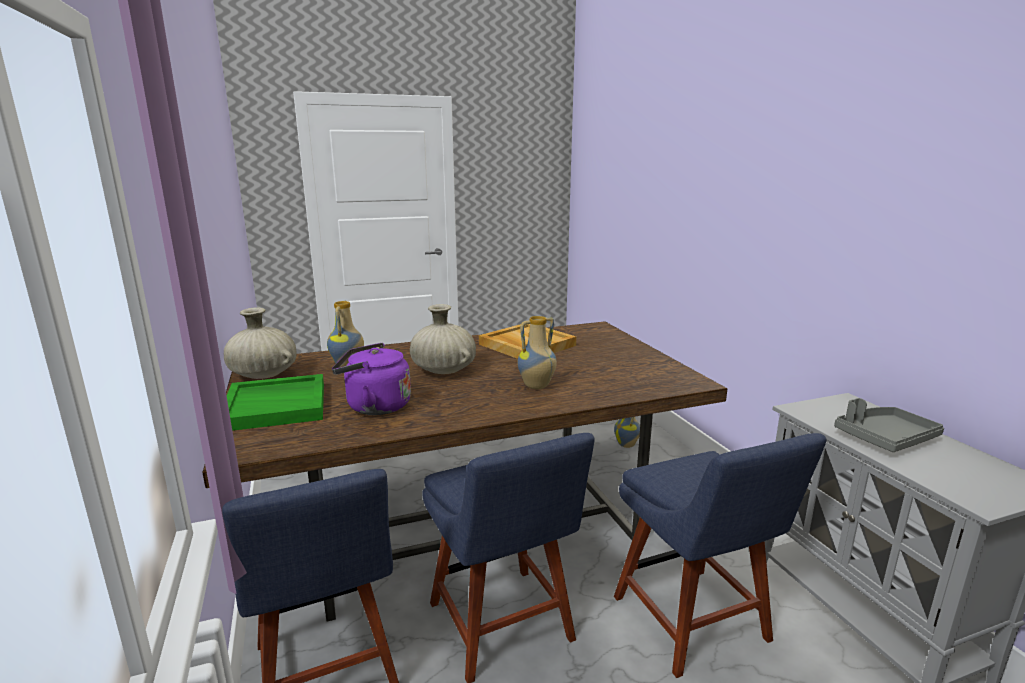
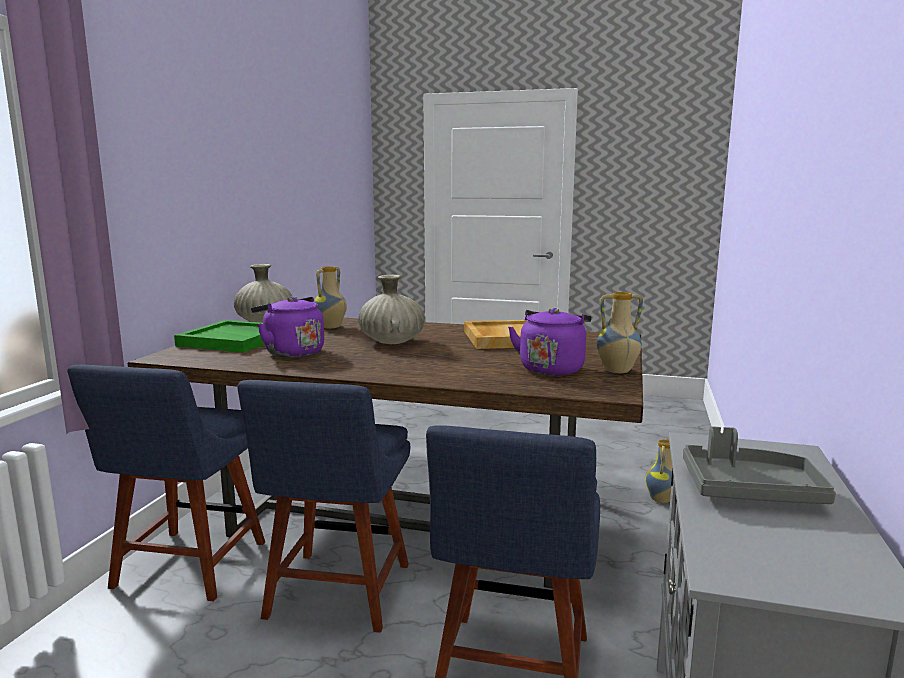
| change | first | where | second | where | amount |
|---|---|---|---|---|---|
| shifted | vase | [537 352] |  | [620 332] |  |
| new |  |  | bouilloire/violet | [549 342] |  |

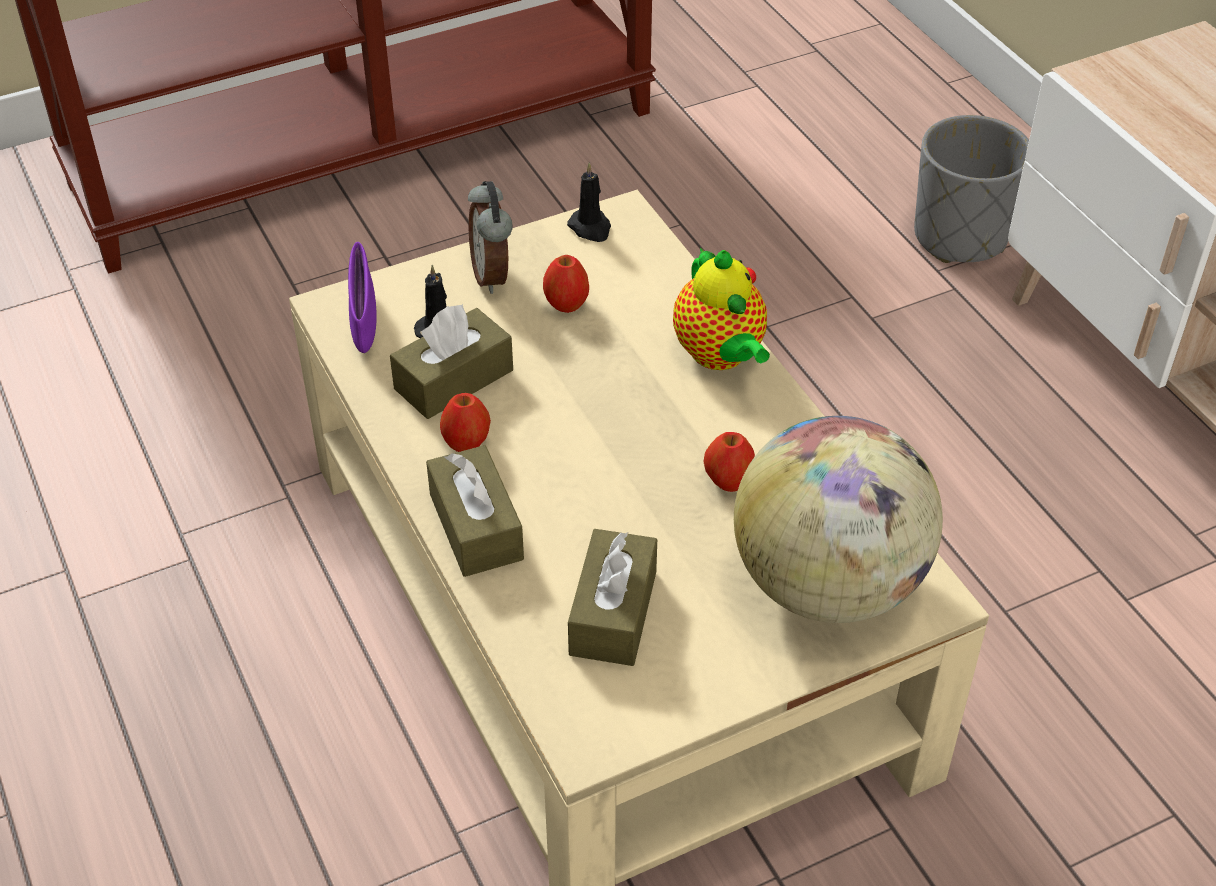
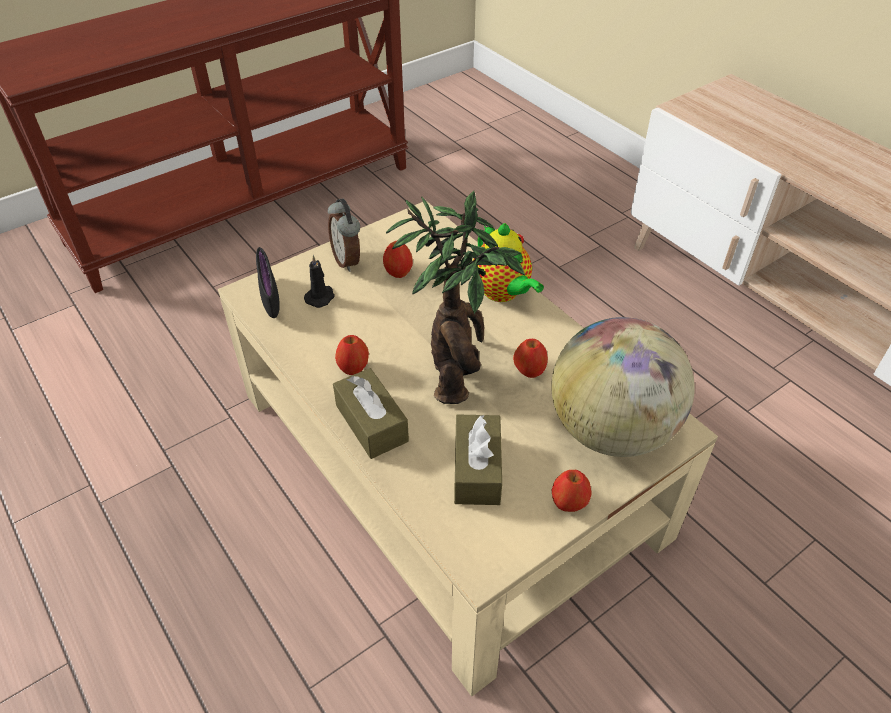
| change | first | where | second | where | amount |
|---|---|---|---|---|---|
| repainted | bol/violet | [362 297] | bol/noir | [268 282] |  |
| gone | boîte à mouchoirs/marron | [451 361] |  |  |  |
| gone | bougie/noir | [589 202] |  |  |  |
| gone | cache-pot/gris | [971 189] |  |  |  |
| new |  |  | plante en pot | [455 297] |  |
| new |  |  | pomme | [572 491] |  |

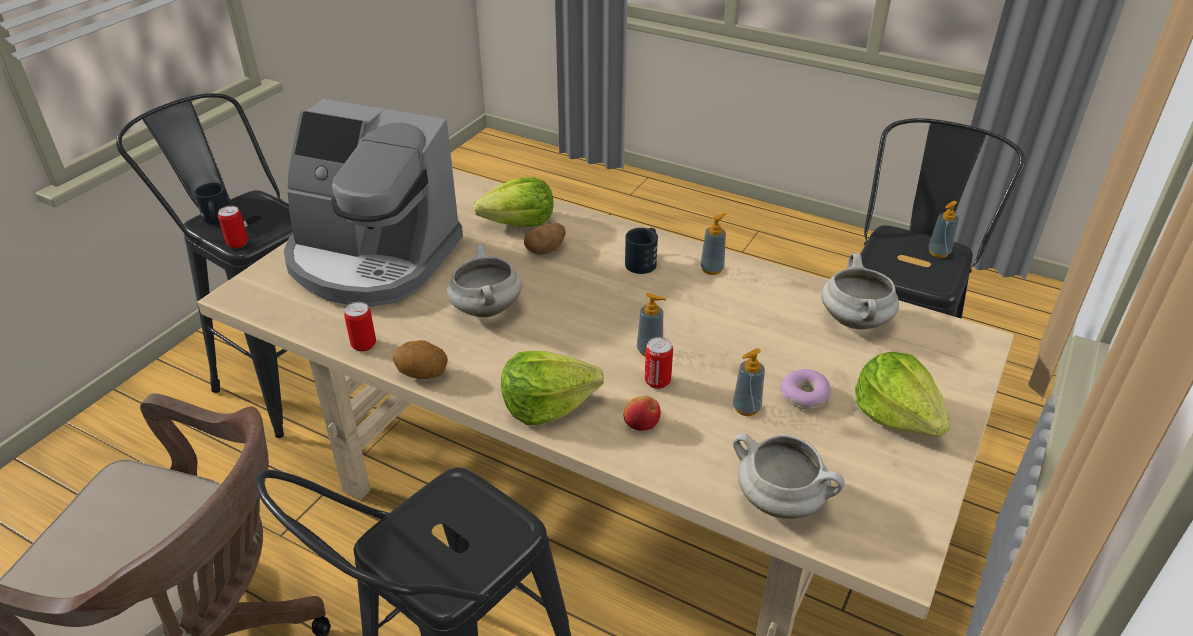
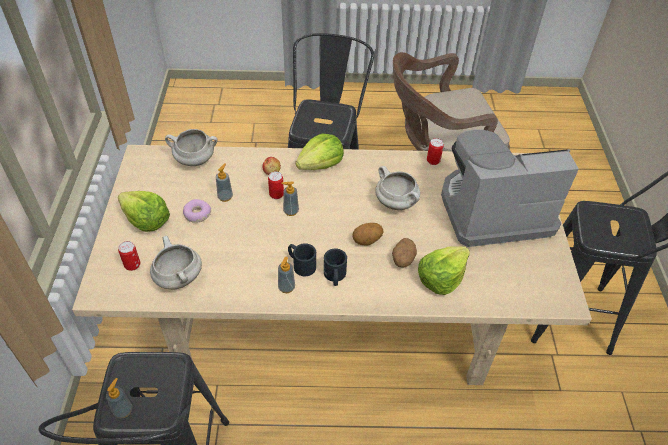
| change | first | where | second | where | amount |
|---|---|---|---|---|---|
| shifted | mug/noir | [211 203] |  | [302 259] |  |
| shifted | boîte métallique | [233 227] |  | [129 256] |  |
| shifted | pomme de terre | [420 359] |  | [368 234] |  |

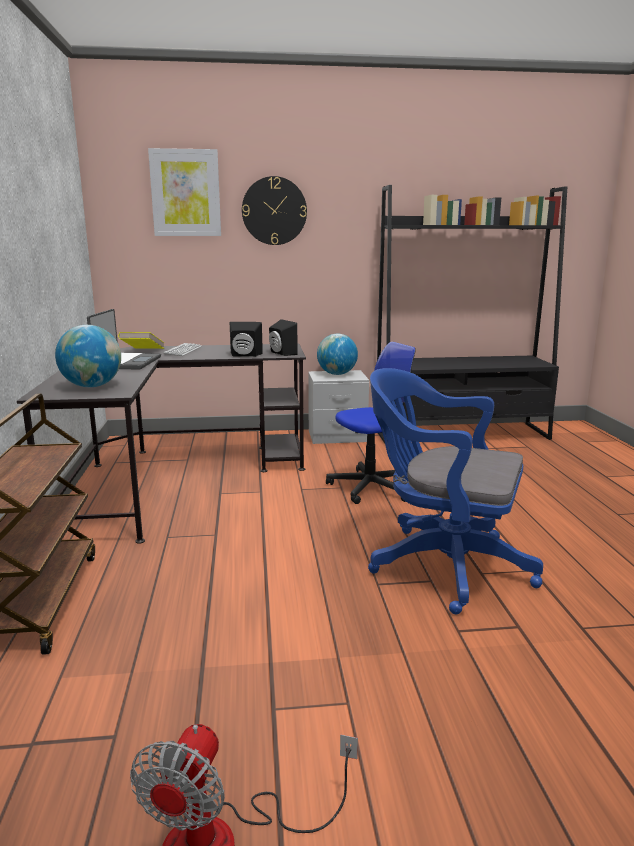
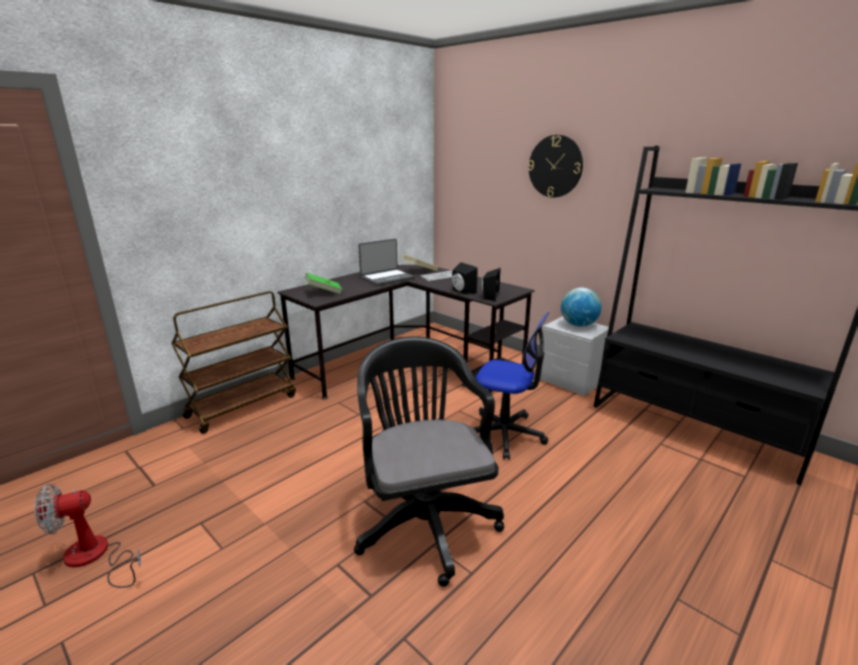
| change | first | where | second | where | amount |
|---|---|---|---|---|---|
| swapped | globe | [88 356] | livre/vert | [324 283] |  |
| gone | tableau | [184 192] |  |  |  |
| repainted | chaise de bureau/bleu | [455 491] | chaise de bureau/noir | [429 462] |  |

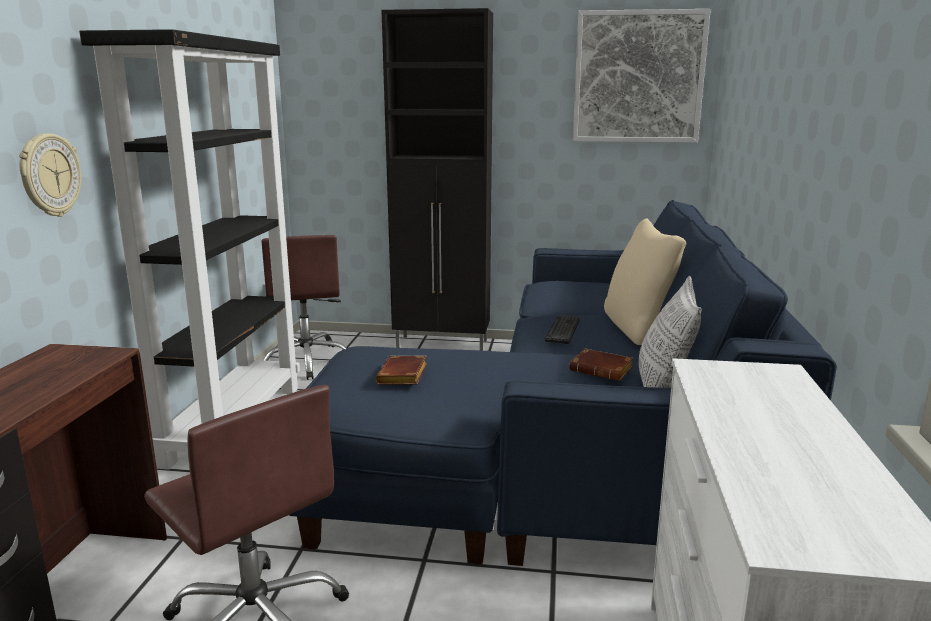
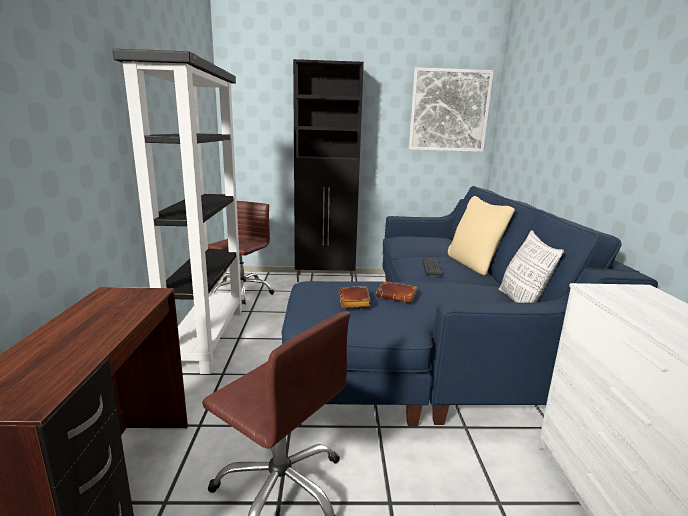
| change | first | where | second | where | amount |
|---|---|---|---|---|---|
| gone | horloge murale | [50 175] |  |  |  |
| rotated | chaise de bureau/marron | [304 307] |  | [241 253] | 135 degrees counterclockwise |
| shifted | livre/marron | [601 365] |  | [396 292] |  |

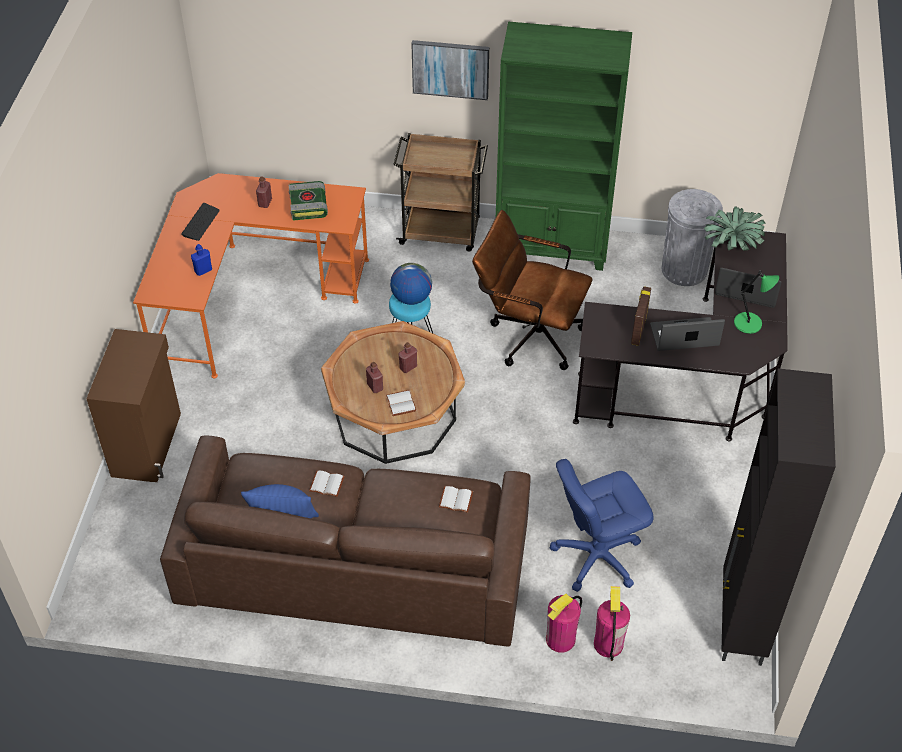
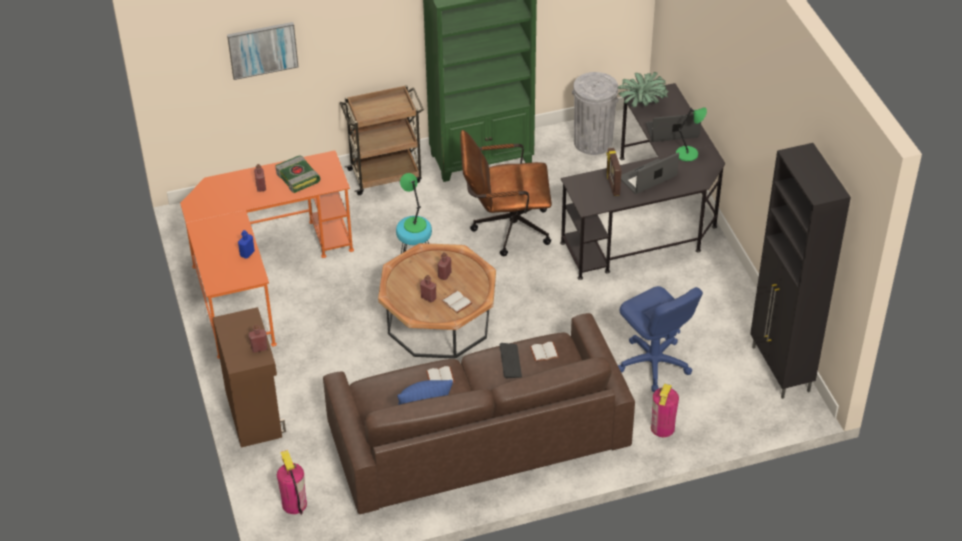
| change | first | where | second | where | amount |
|---|---|---|---|---|---|
| shifted | clavier | [200 222] |  | [511 360] |  |
| swapped | globe | [411 284] | lampe de table/vert | [413 203] |  |
| shifted | tableau | [450 70] |  | [262 51] |  |
| rotated | chaise de bureau/bleu | [602 525] |  | [660 339] | 75 degrees counterclockwise |
| shifted | extincteur | [612 623] |  | [292 482] |  |
| new |  |  | bouteille/rouge | [258 338] |  |

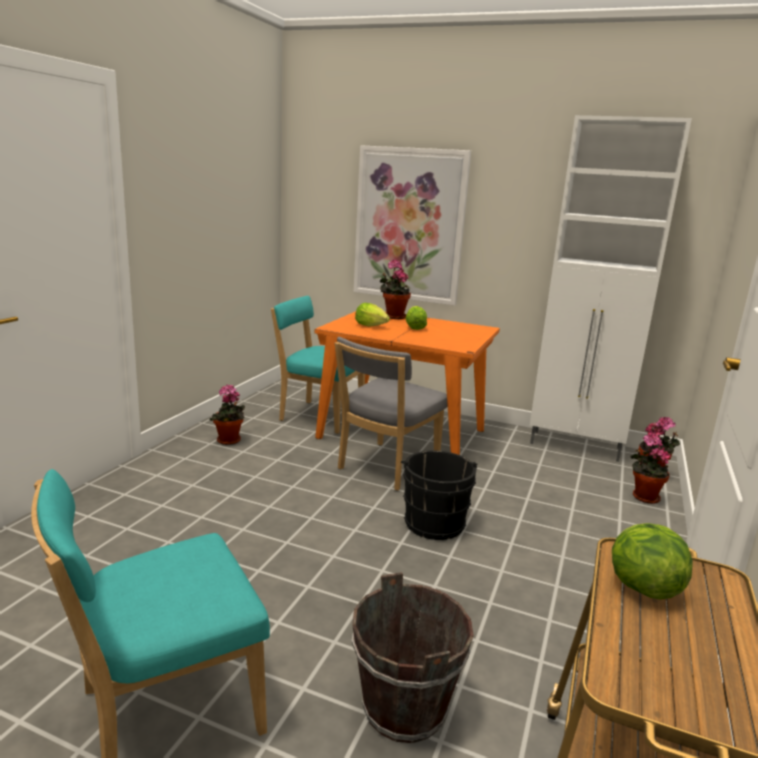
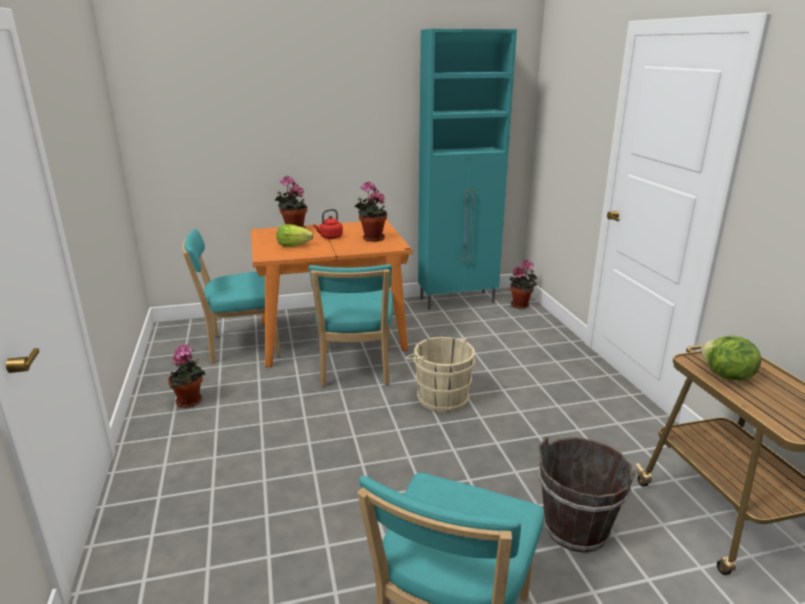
| change | first | where | second | where | amount |
|---|---|---|---|---|---|
| repainted | chaise/gris | [391 414] | chaise/turquoise | [351 325] |  |
| gone | tableau | [412 225] |  |  |  |
| repainted | seau/noir | [439 495] | seau/beige | [441 374] |  |
| swapped | laitue | [416 318] | bouilloire/rouge | [328 224] |  |
| repainted | meuble de rangement/blanc | [611 288] | meuble de rangement/turquoise | [467 169] |  |
| shifted | plante en pot | [650 469] |  | [371 211] |  |

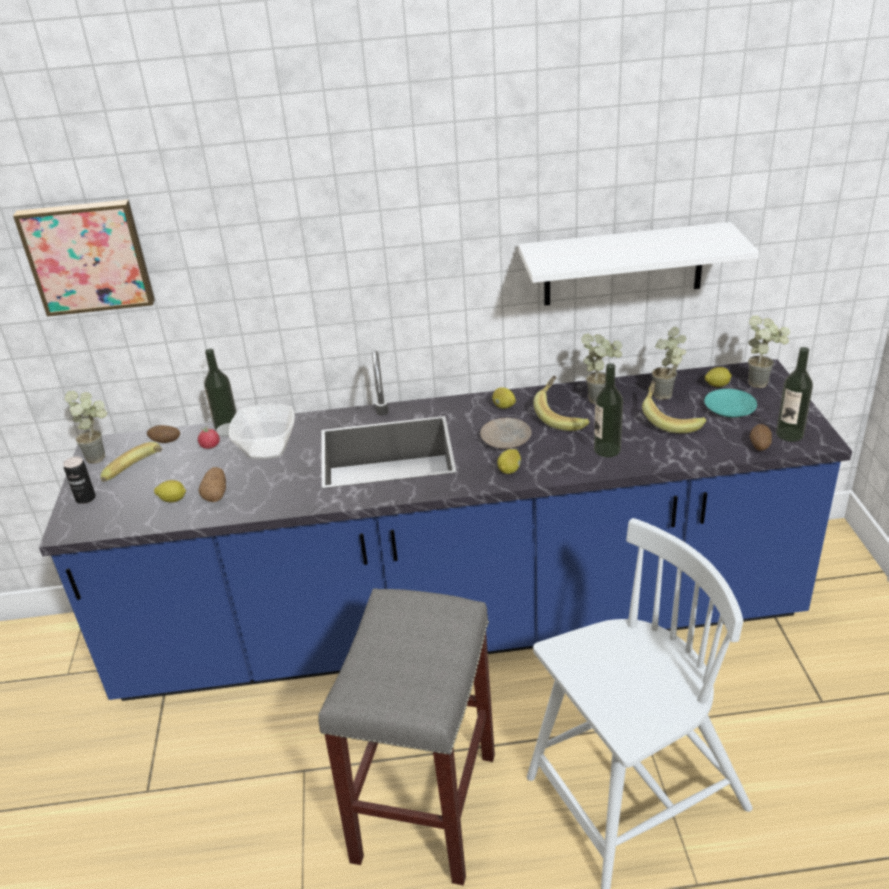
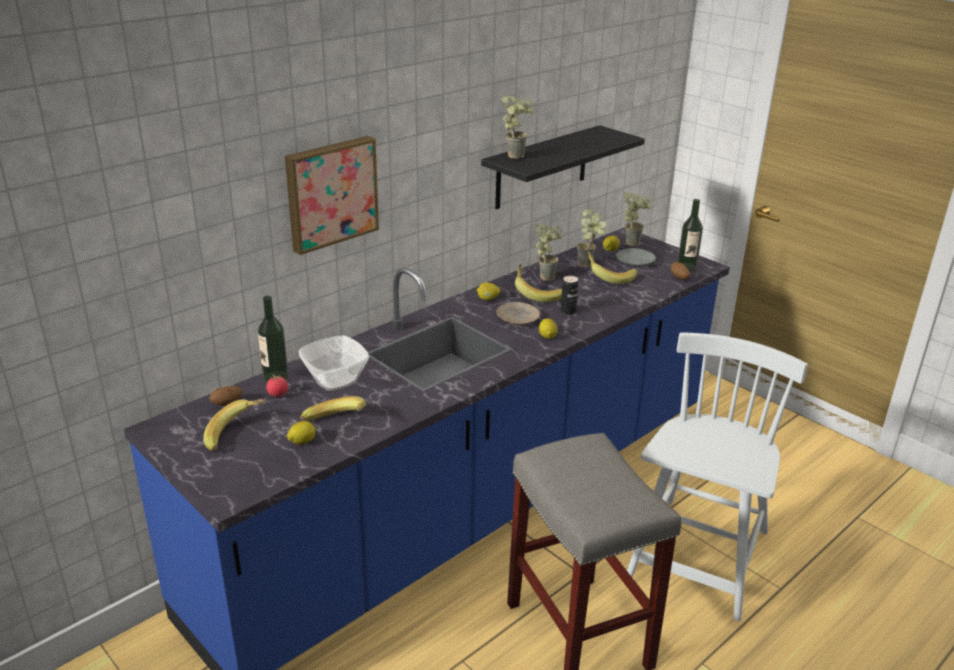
| change | first | where | second | where | amount |
|---|---|---|---|---|---|
| shifted | tableau | [84 258] |  | [332 195] |  |
| shifted | boîte métallique | [79 480] |  | [570 295] |  |
| shifted | plante en pot | [86 427] |  | [517 127] |  |
| swapped | pomme de terre | [212 484] | banane | [333 408] |  |
| repainted | étagère/blanc | [638 263] | étagère/noir | [563 167] |  |
| gone | bouteille | [608 410] |  |  |  |
| repainted | assiette/turquoise | [730 403] | assiette/gris | [636 257] |  |

